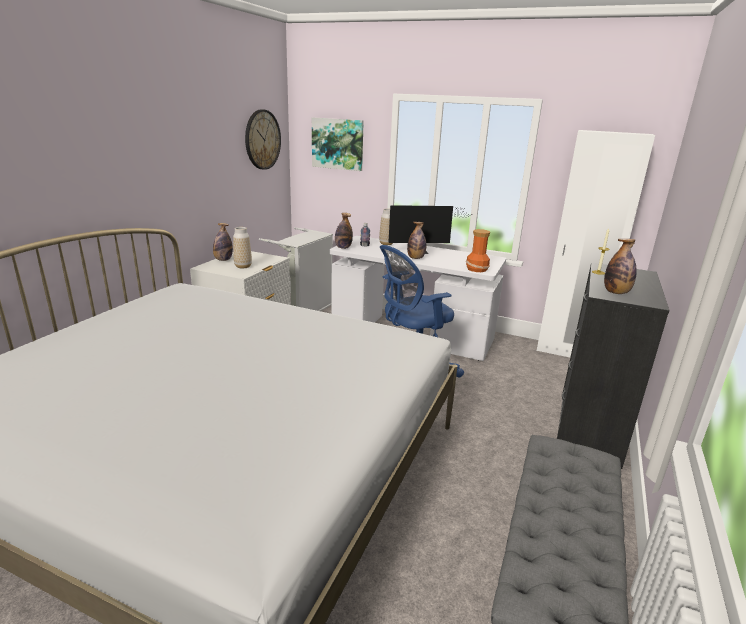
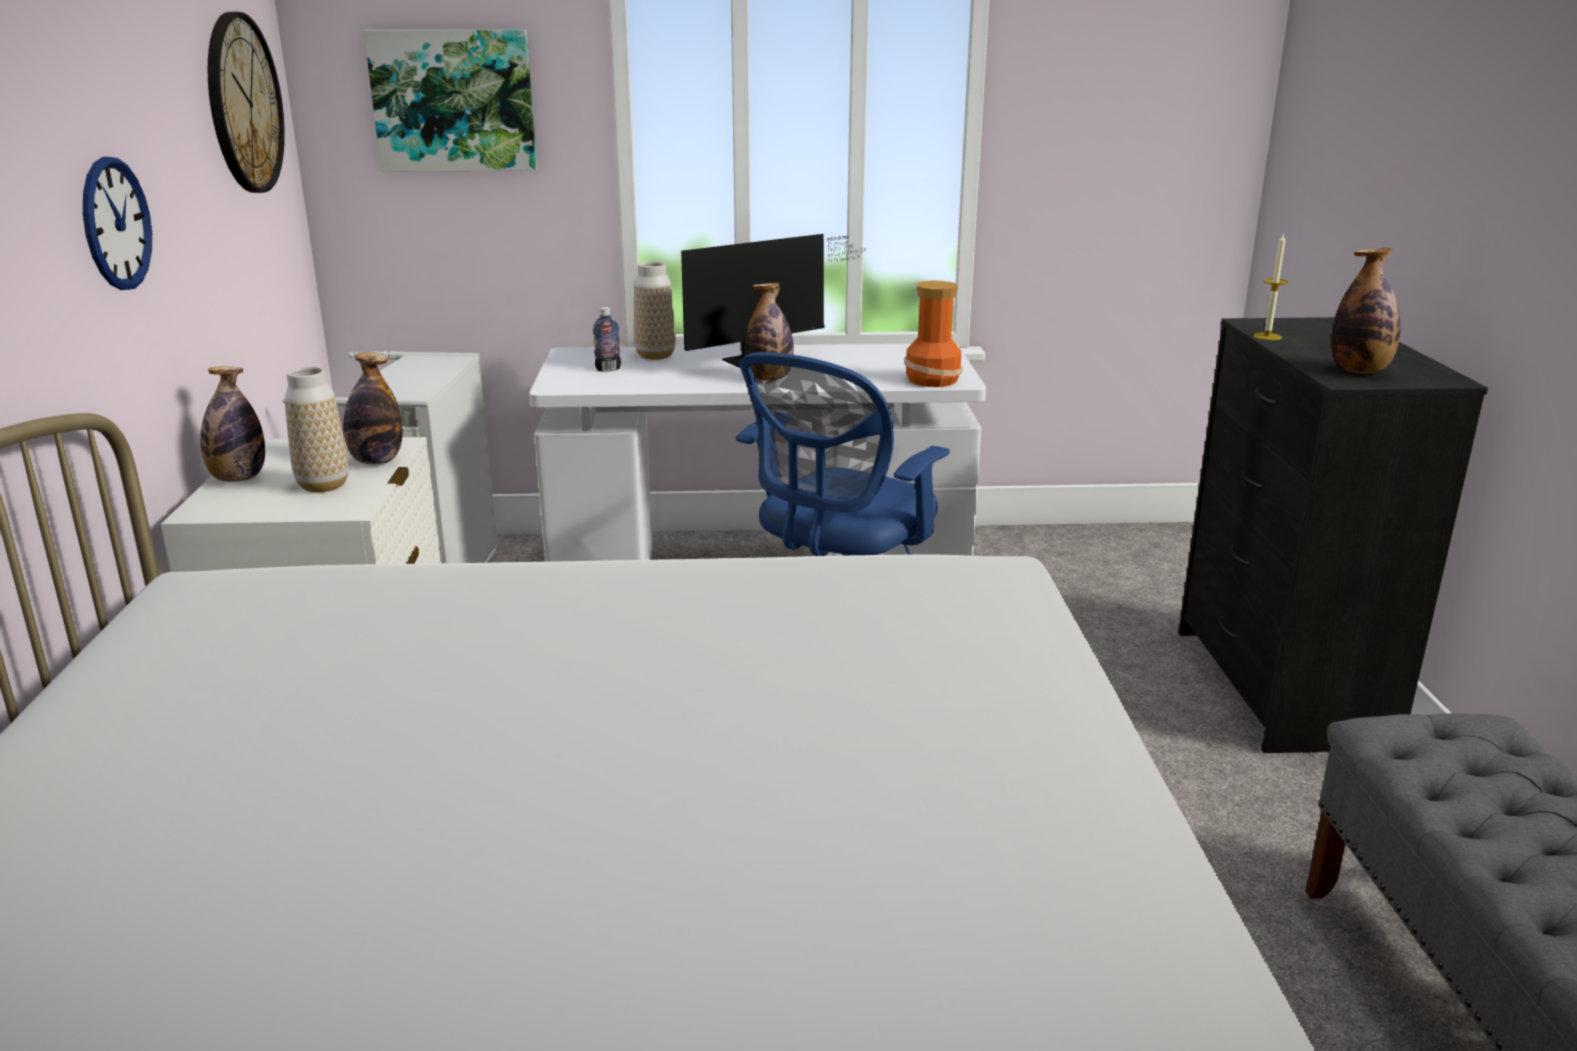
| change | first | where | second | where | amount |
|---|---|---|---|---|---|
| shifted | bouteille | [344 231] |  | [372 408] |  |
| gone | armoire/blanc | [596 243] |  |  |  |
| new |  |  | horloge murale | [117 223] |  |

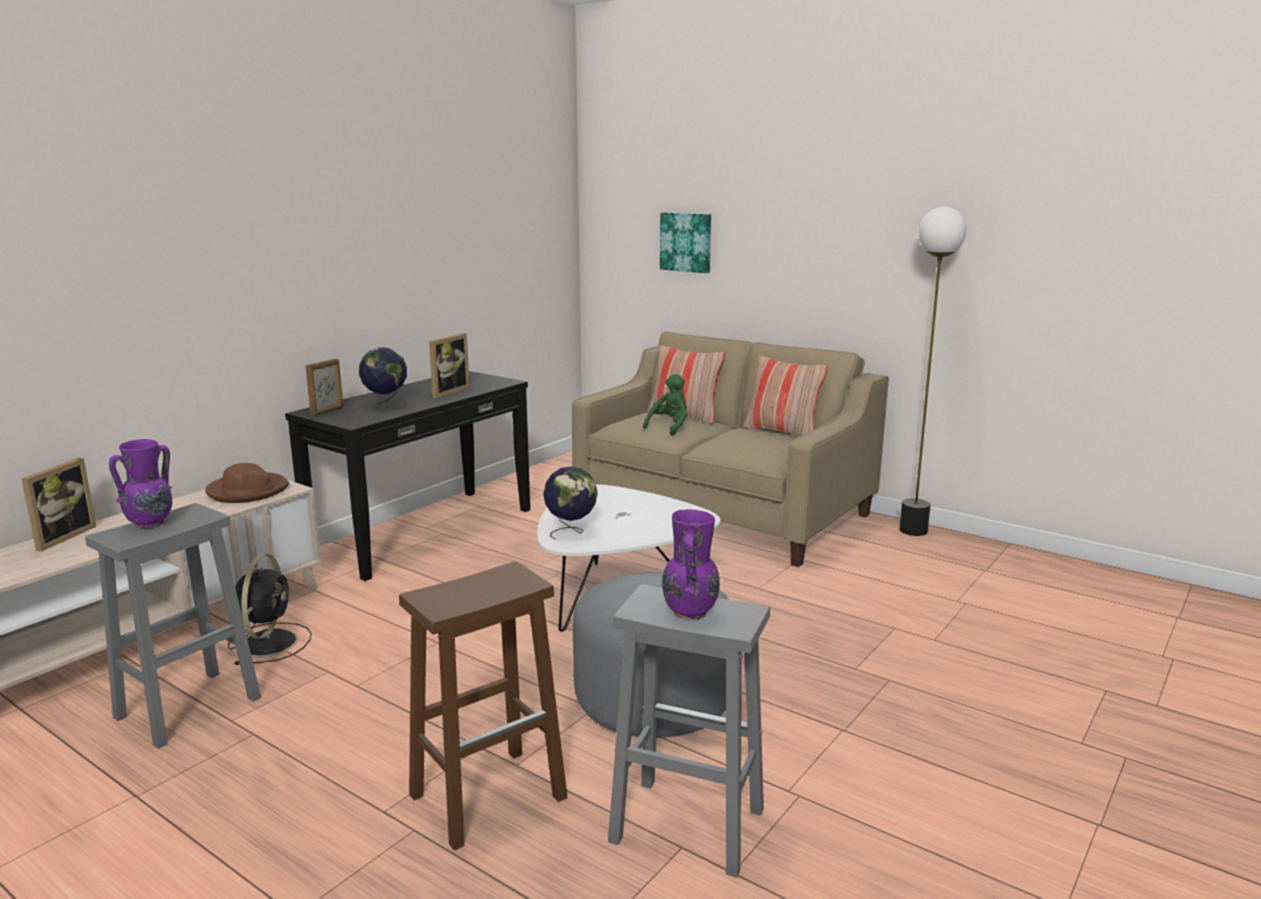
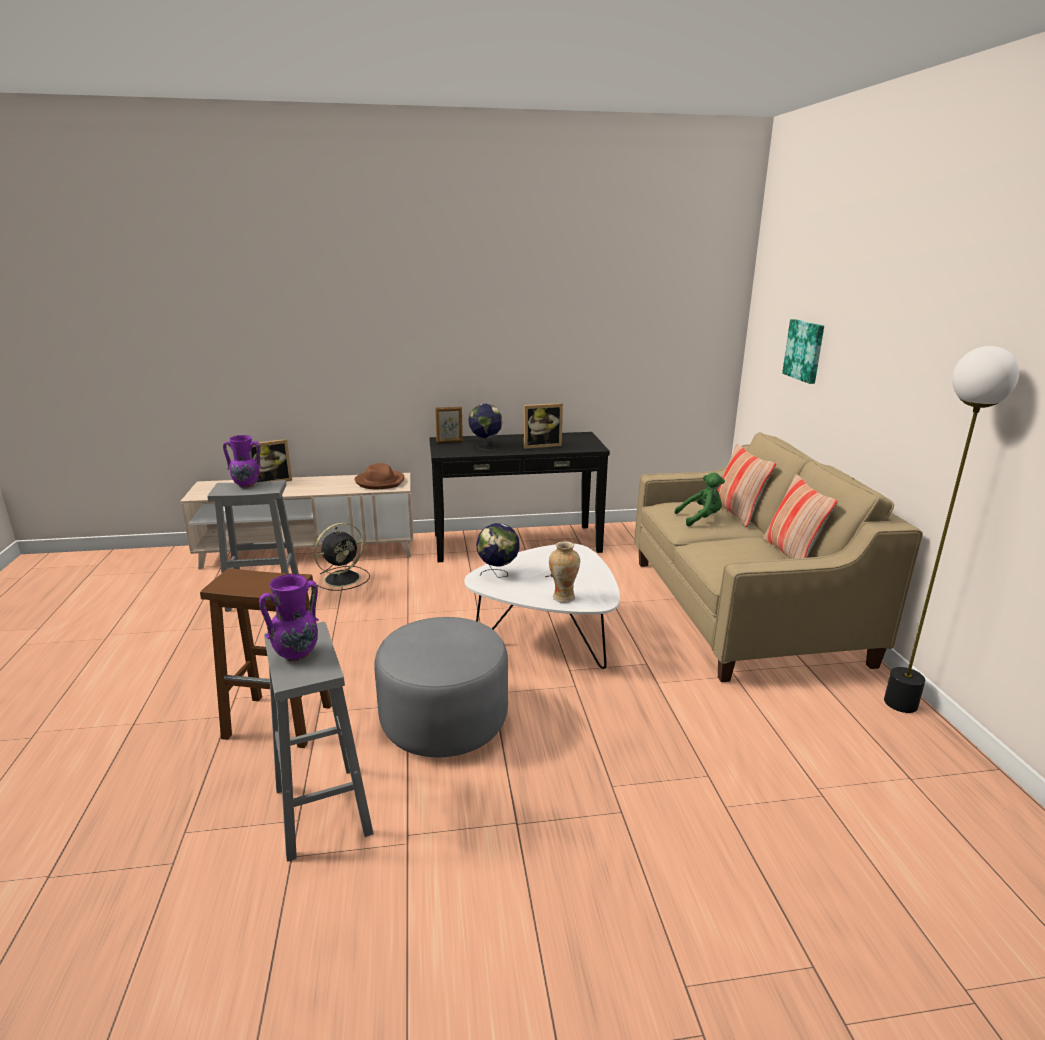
| change | first | where | second | where | amount |
|---|---|---|---|---|---|
| new |  |  | vase | [564 572] |  |

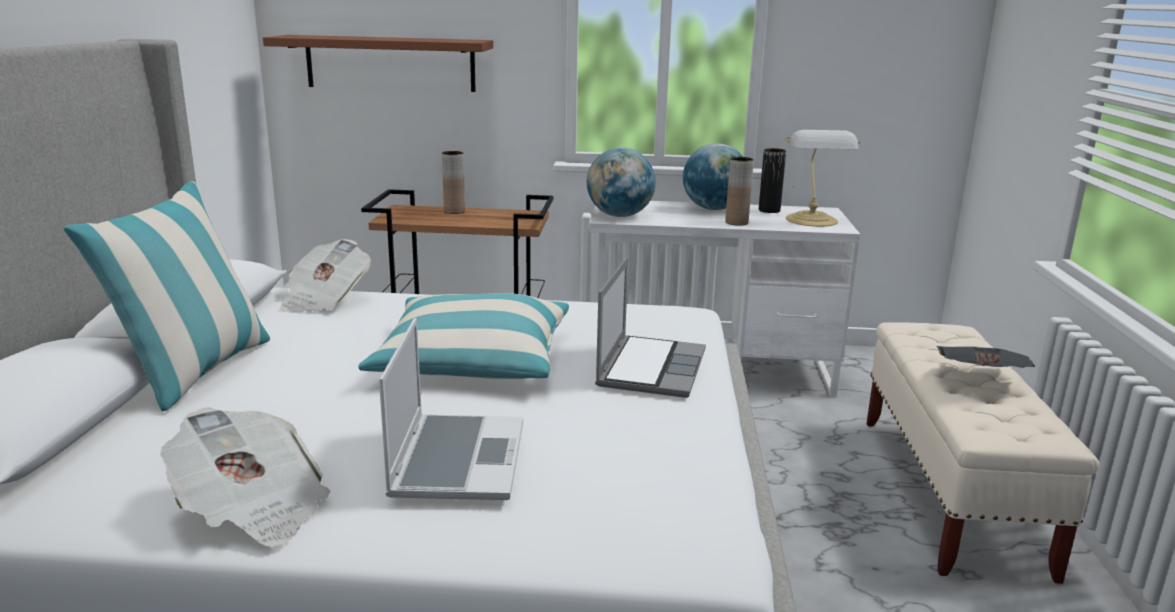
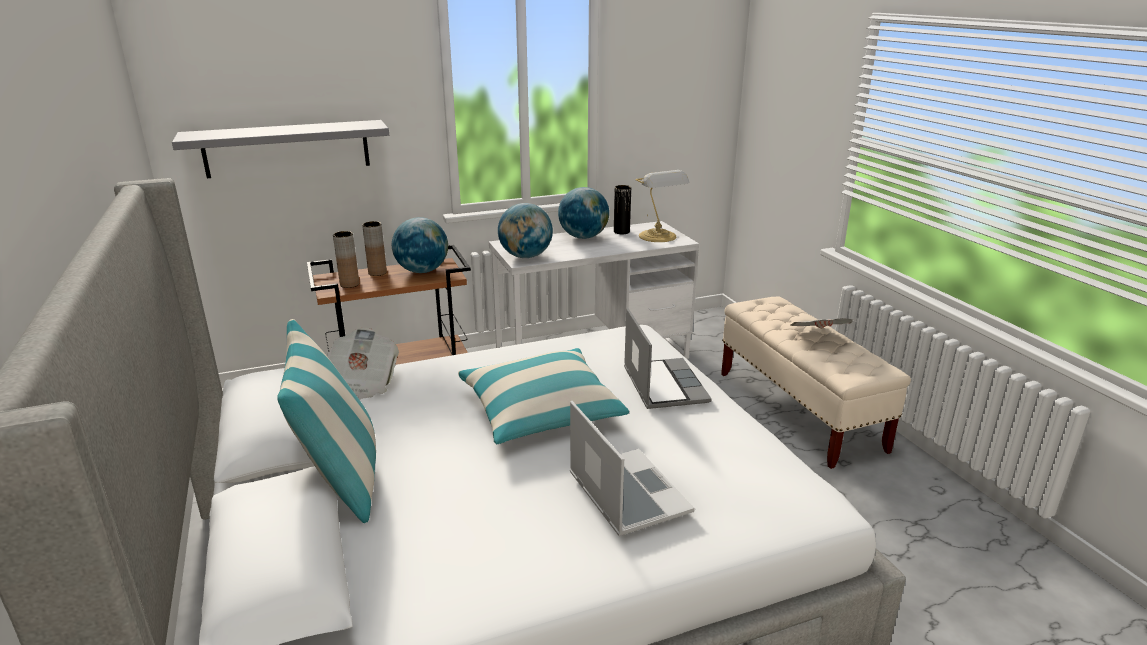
| change | first | where | second | where | amount |
|---|---|---|---|---|---|
| gone | journal | [245 477] |  |  |  |
| repainted | étagère/marron | [378 63] | étagère/gris | [280 149] |  |
| shifted | vase/marron | [739 191] |  | [346 259] |  |
| new |  |  | globe | [420 245] |  |

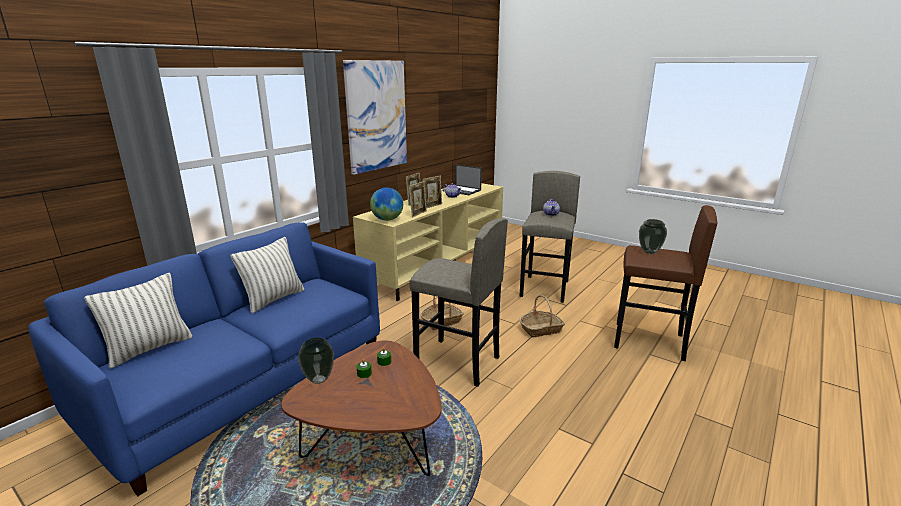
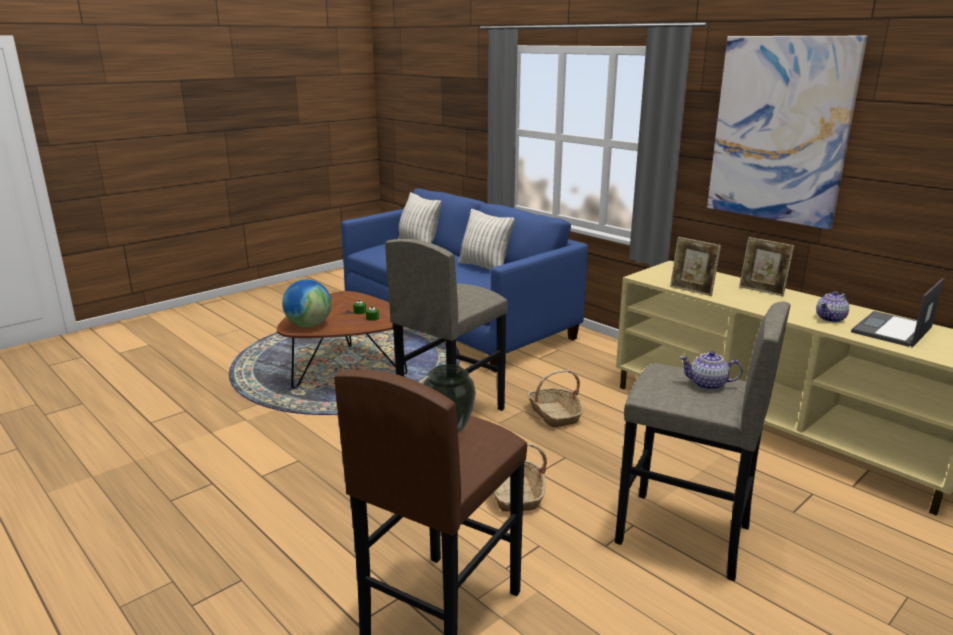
| change | first | where | second | where | amount |
|---|---|---|---|---|---|
| gone | vase | [316 360] |  |  |  |
| shifted | globe | [386 204] |  | [307 304] |  |
| gone | cadre photo | [432 192] |  |  |  |

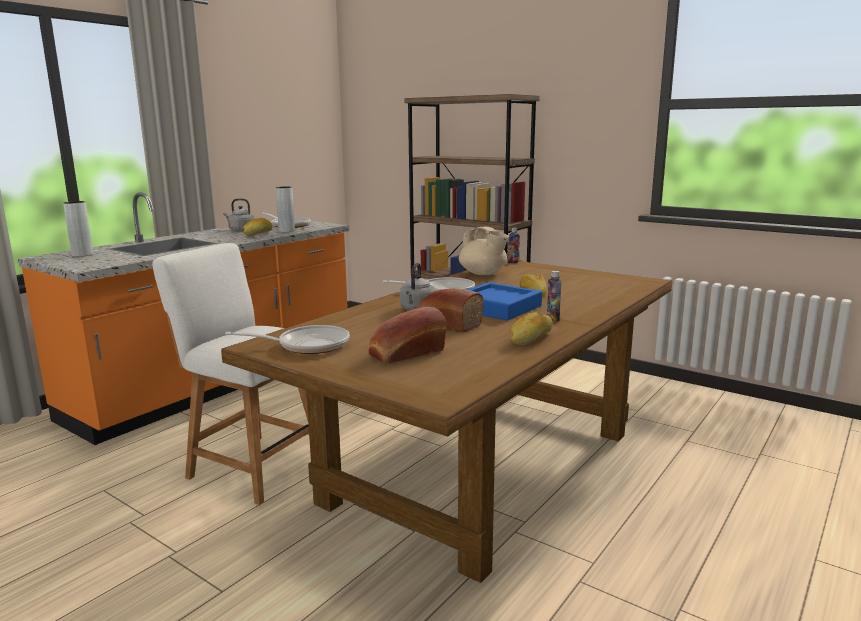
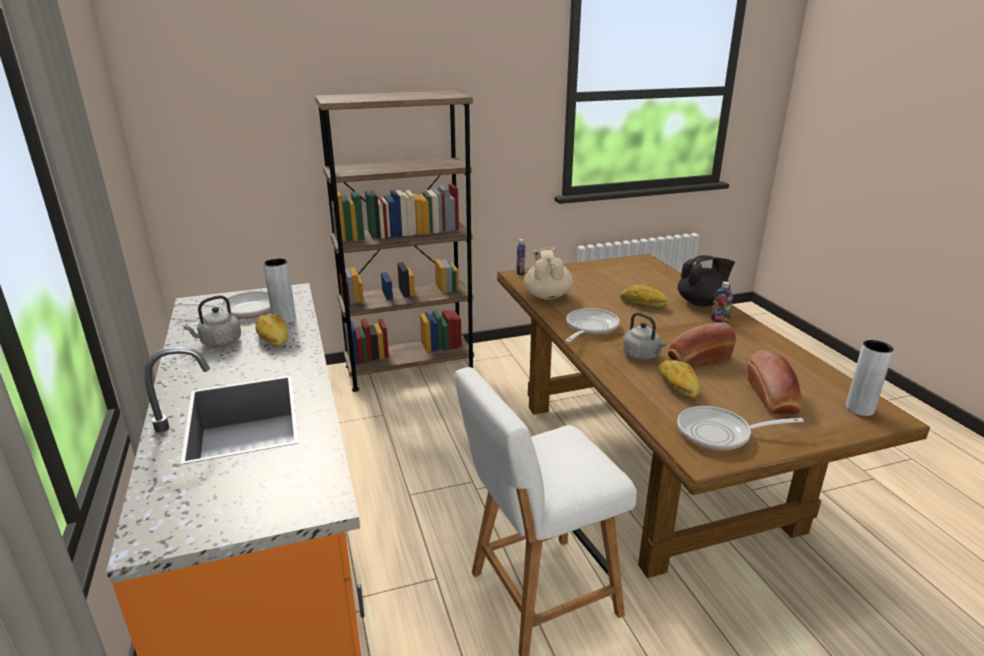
| change | first | where | second | where | amount |
|---|---|---|---|---|---|
| shifted | vase/gris | [78 229] |  | [870 378] |  |
| rotated | poêle | [287 339] |  | [740 428] | 120 degrees counterclockwise |
| rotated | théière/beige | [484 251] |  | [548 274] | 90 degrees counterclockwise |
| gone | plateau/bleu | [504 301] |  |  |  |
| shifted | pain | [531 328] |  | [679 379] |  |
| new |  |  | théière/noir | [706 280] |  |

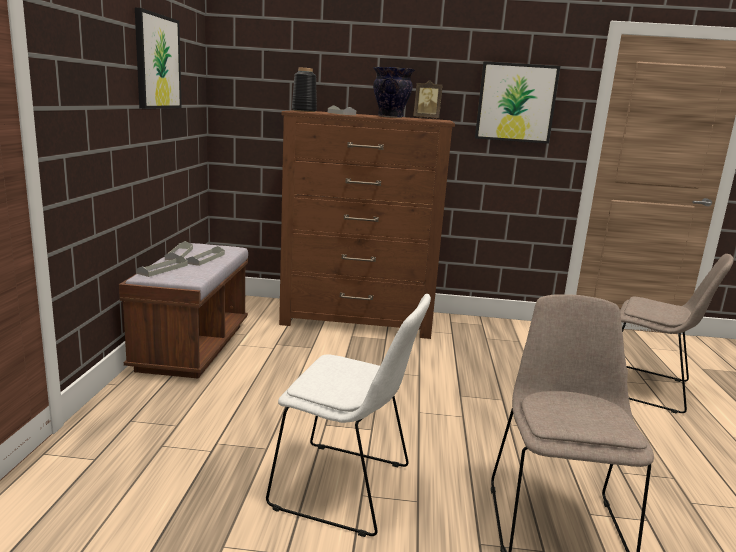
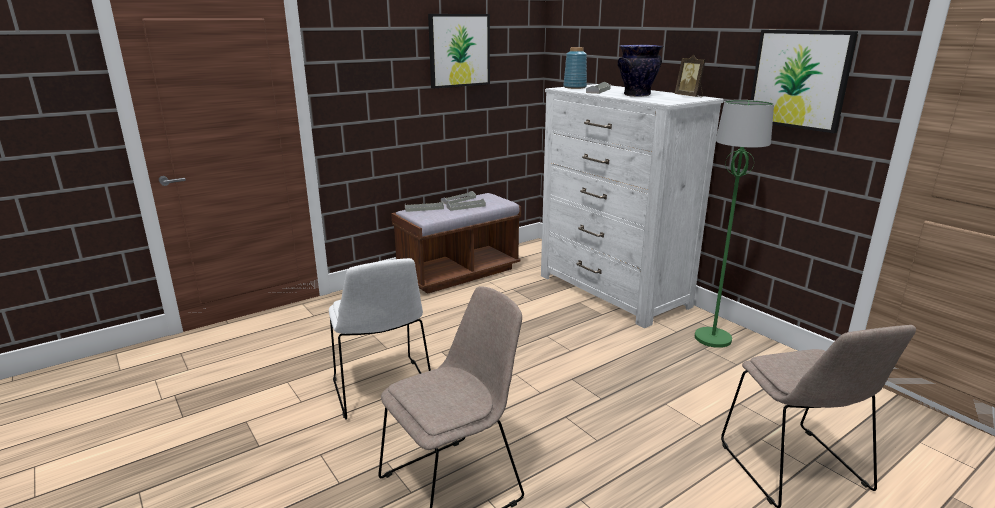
| change | first | where | second | where | amount |
|---|---|---|---|---|---|
| repainted | commode/marron | [367 224] | commode/blanc | [632 206] |  |
| repainted | vase/noir | [304 90] | vase/bleu | [575 68] |  |
| new |  |  | lampadaire/vert | [734 224] |  |

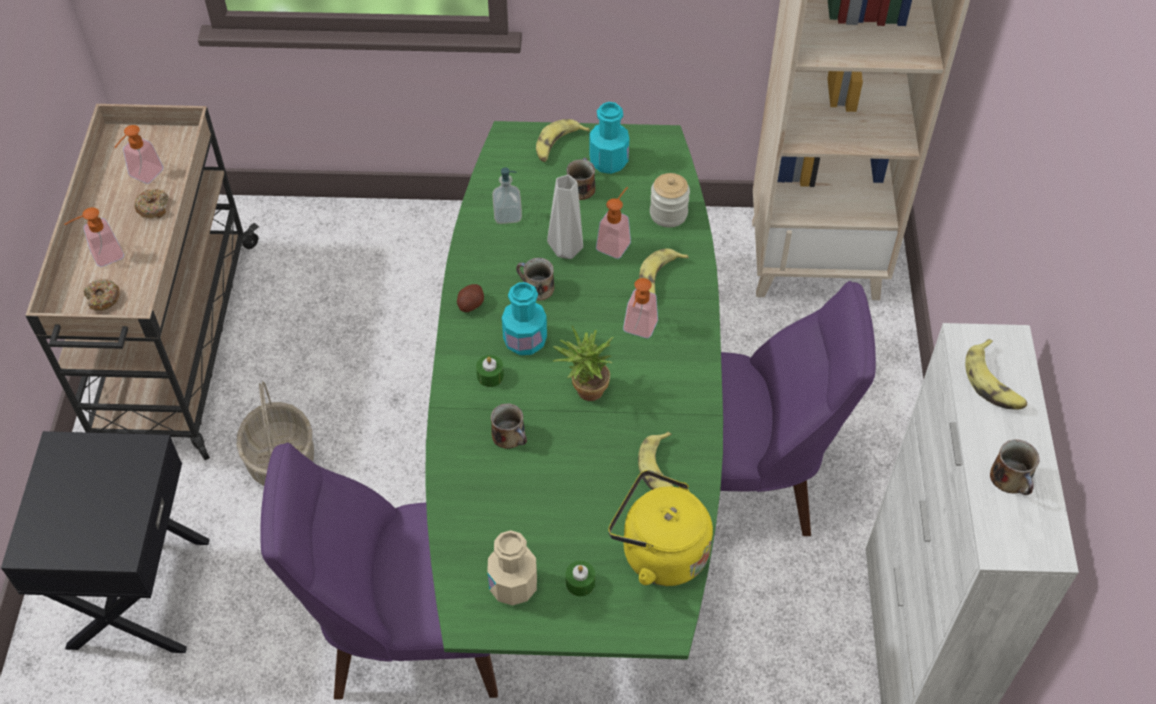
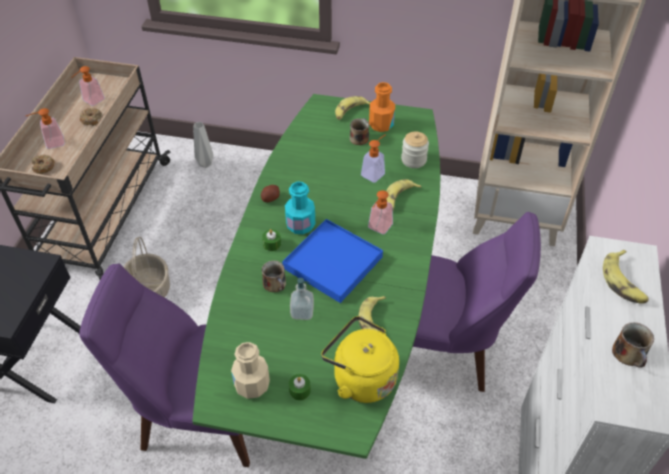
| change | first | where | second | where | amount |
|---|---|---|---|---|---|
| shifted | distributeur de savon | [507 196] |  | [302 299] |  |
| gone | mug | [535 279] |  |  |  |
| shifted | vase/gris | [565 217] |  | [203 145] |  |
| swapped | plante en pot | [583 363] | plateau/bleu | [332 261] |  |
| repainted | bouteille/turquoise | [609 138] | bouteille/orange | [382 107] |  |

